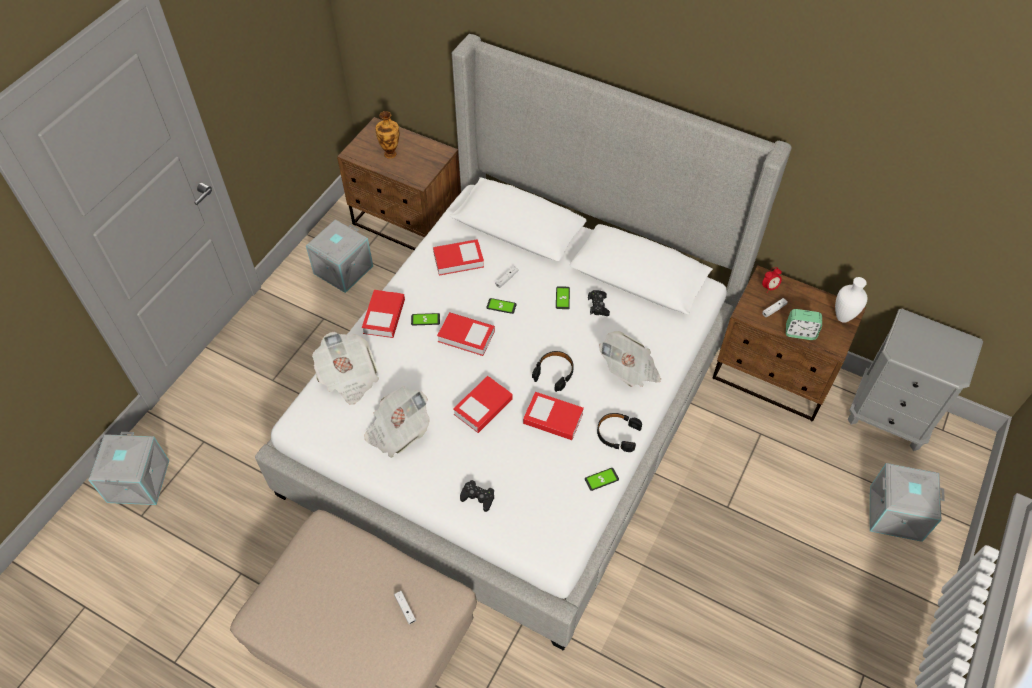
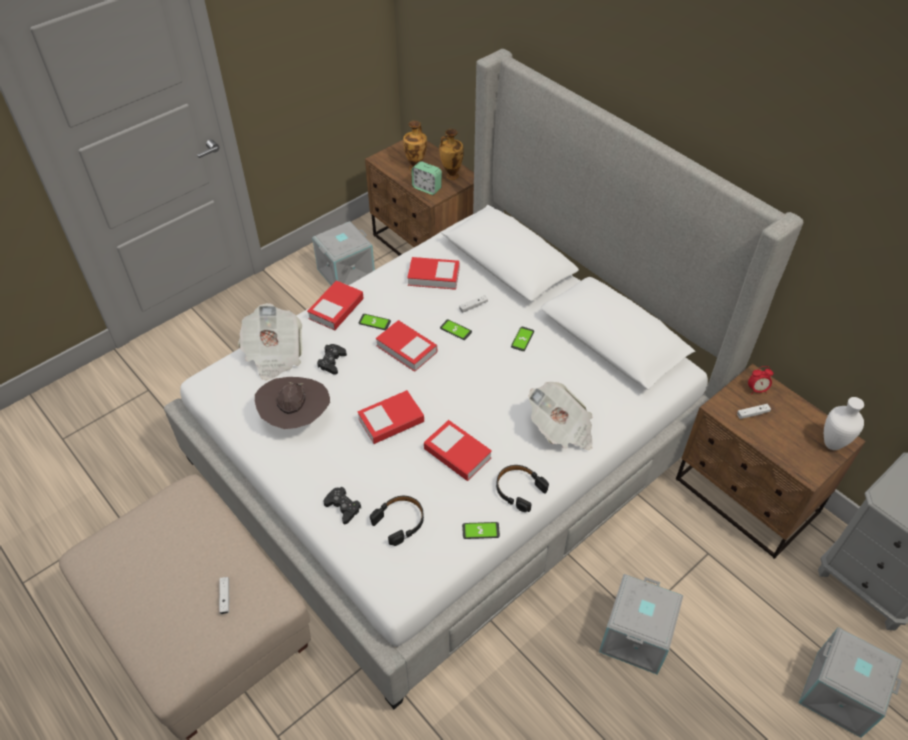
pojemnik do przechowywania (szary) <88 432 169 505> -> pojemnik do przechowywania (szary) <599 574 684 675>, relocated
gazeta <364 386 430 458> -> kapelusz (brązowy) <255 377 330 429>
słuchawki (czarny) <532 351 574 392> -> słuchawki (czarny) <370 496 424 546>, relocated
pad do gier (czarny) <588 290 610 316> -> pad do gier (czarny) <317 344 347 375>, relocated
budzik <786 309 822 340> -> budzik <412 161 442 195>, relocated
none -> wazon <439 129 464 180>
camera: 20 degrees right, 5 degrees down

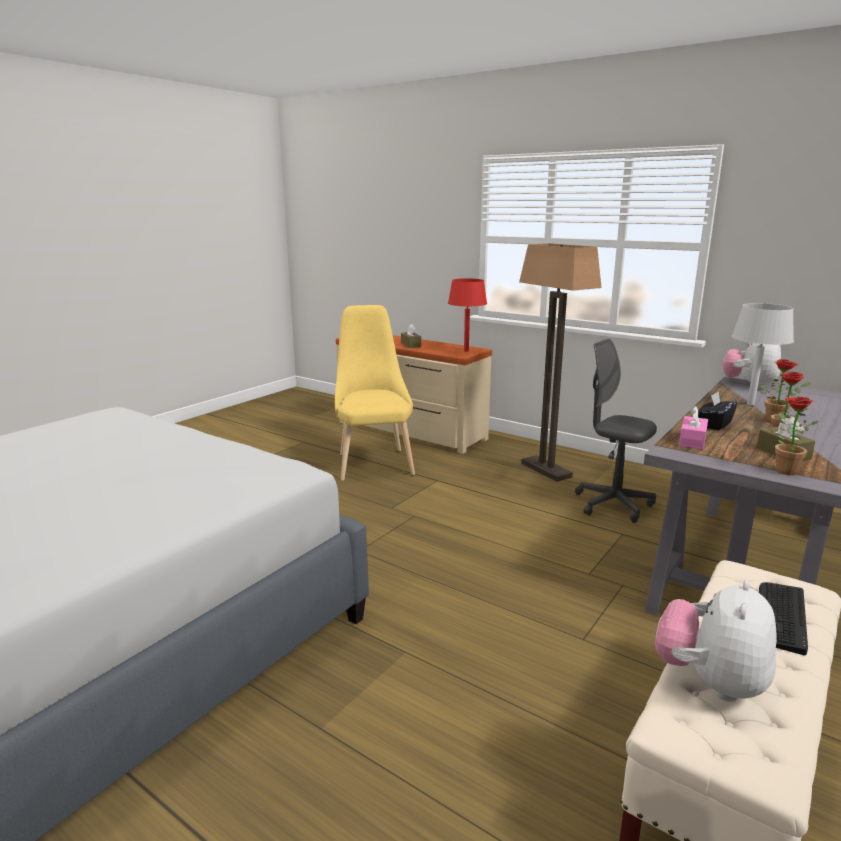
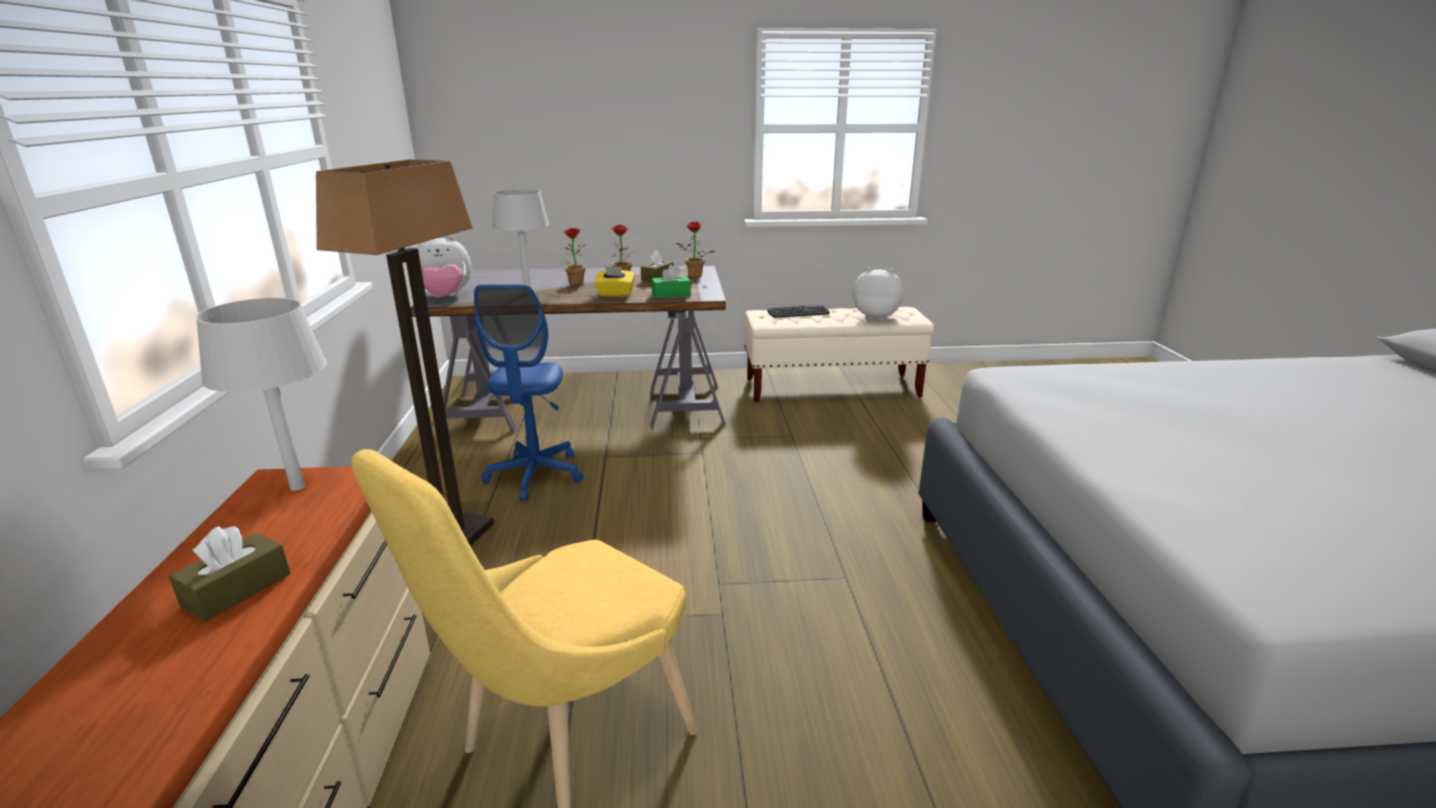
lampa stołowa (czerwony) <448 278 487 352> -> lampa stołowa (szary) <196 298 327 491>
krzesło biurowe (szary) <575 339 657 523> -> krzesło biurowe (niebieski) <474 285 583 501>
pluszak <655 579 777 702> -> pluszak <853 267 903 321>, 150 degrees counterclockwise
pudełko chusteczek (różowy) <679 406 708 449> -> pudełko chusteczek (zielony) <652 265 691 299>
pudełko chusteczek (czarny) <698 391 737 430> -> pudełko chusteczek (żółty) <594 266 635 297>
camera: 130 degrees left, 5 degrees up

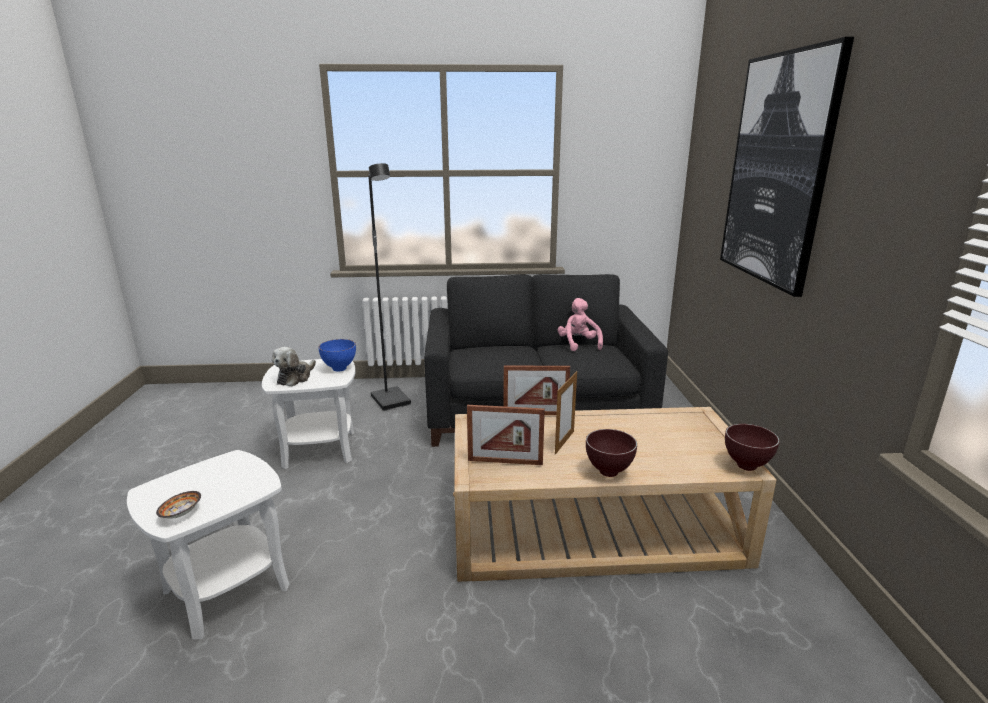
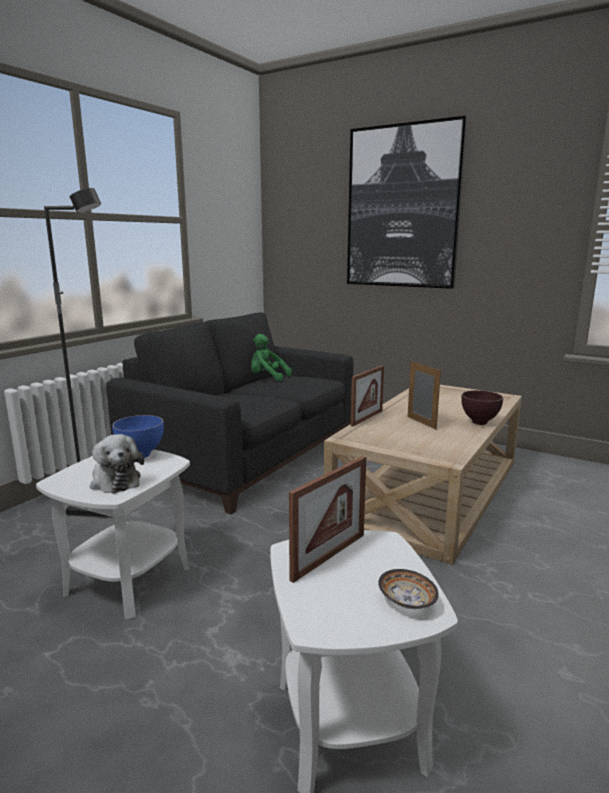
ramka na zdjęcie <467 405 545 465> -> ramka na zdjęcie <289 456 366 583>, relocated
pluszak (różowy) <558 298 603 351> -> pluszak (zielony) <251 334 292 381>
miska (brązowy) <725 424 780 471> -> none
camera: 55 degrees left, 5 degrees down

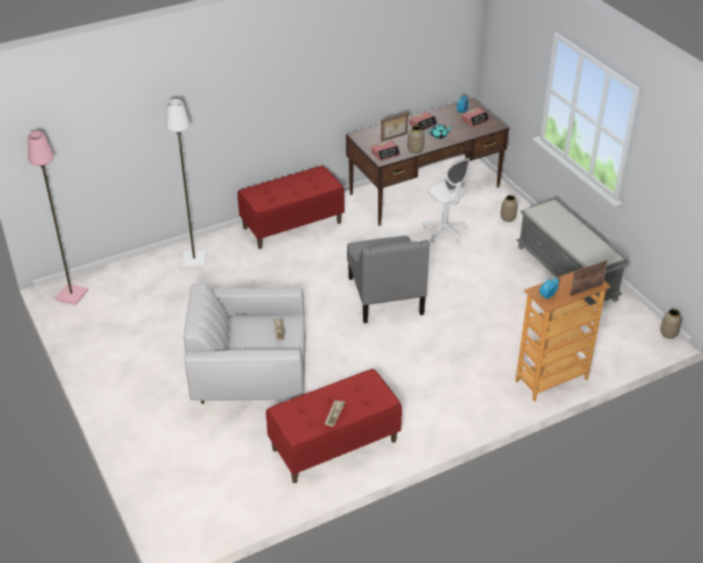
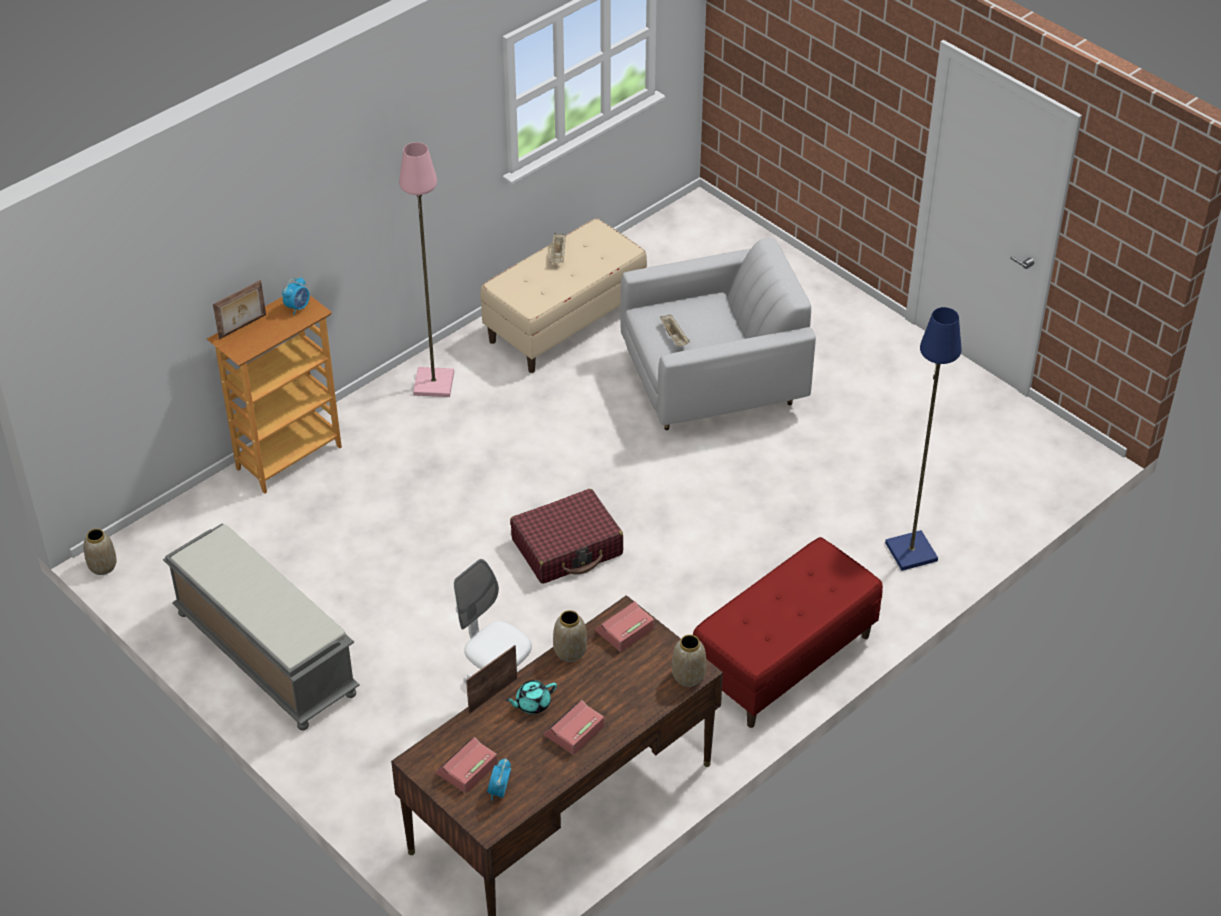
lampa stojąca (różowy) <28 131 88 305> -> lampa stojąca (różowy) <399 142 454 397>, relocated
lampa stojąca (biały) <166 99 206 268> -> lampa stojąca (niebieski) <885 307 962 571>
ławka (czerwony) <266 369 402 483> -> ławka (beżowy) <481 218 647 373>
fotel (szary) <347 236 430 323> -> walizka (czerwony) <510 489 623 584>
ramka na zdjęcie <381 112 408 142> -> ramka na zdjęcie <466 645 517 714>, relocated
wazon <501 195 518 222> -> wazon <672 635 706 687>, relocated
camera: 165 degrees right, 5 degrees up

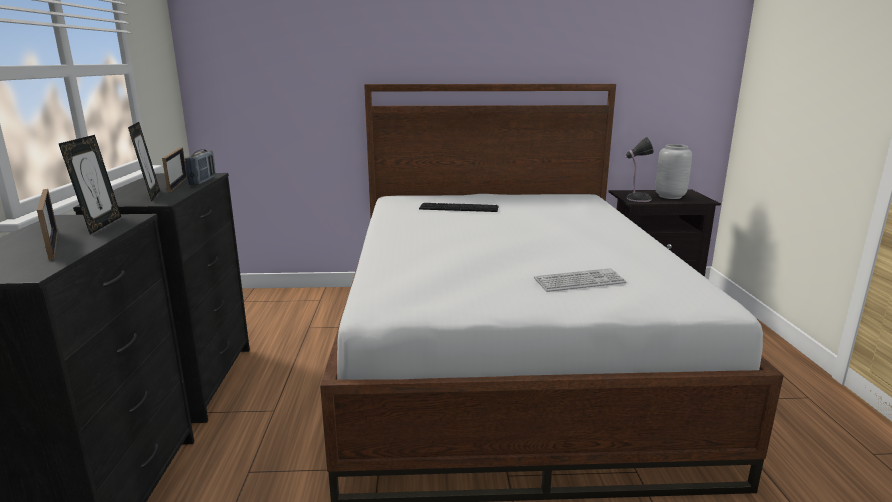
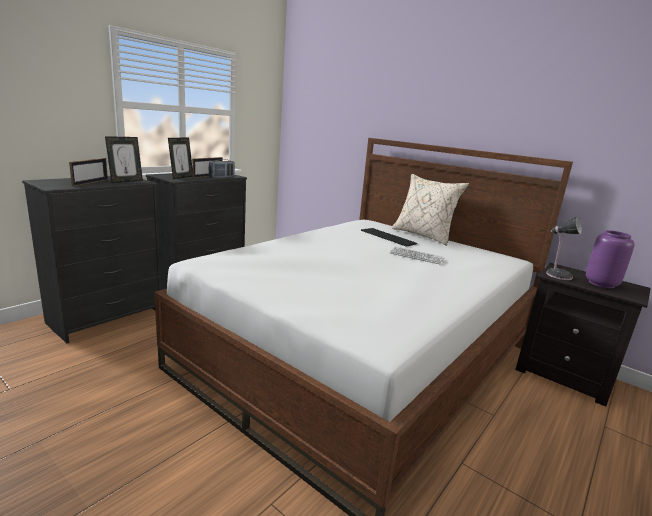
klawiatura <534 268 626 292> -> klawiatura <390 247 445 264>, relocated
wazon (szary) <655 144 692 199> -> wazon (fioletowy) <586 230 635 288>
none -> poduszka (beżowy) <392 174 469 246>
camera: 40 degrees right, 0 degrees up

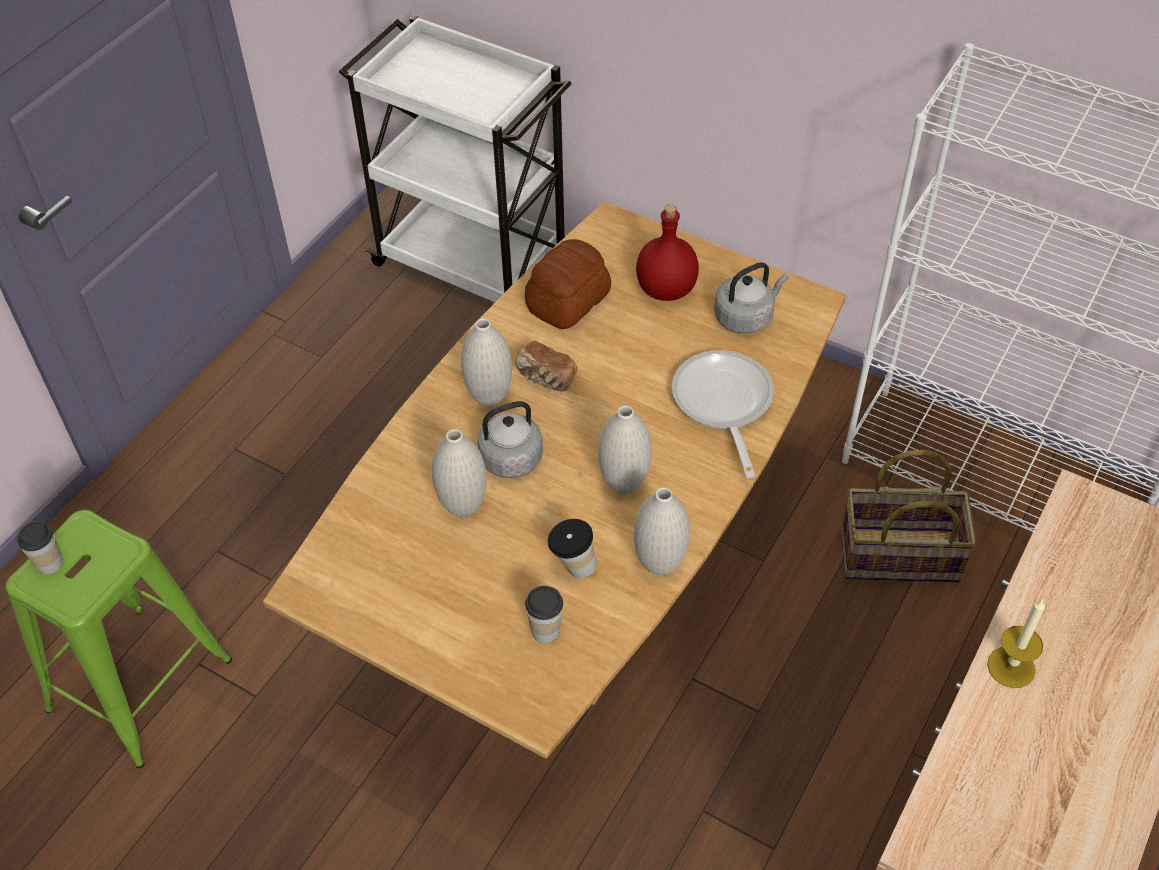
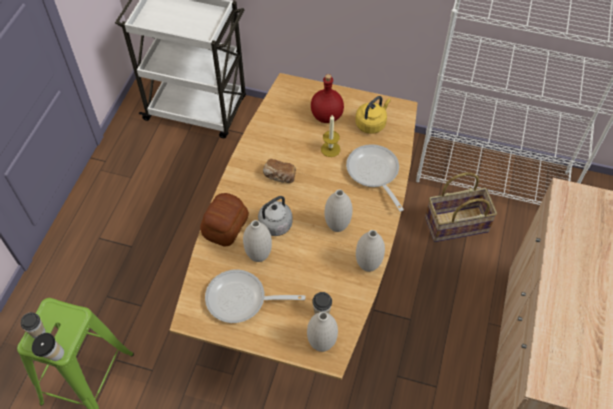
wazon (biały) <461 318 512 407> -> wazon (biały) <307 312 338 352>, relocated
chleb <525 239 611 329> -> chleb <200 193 249 247>, relocated
filiżanka <548 519 597 578> -> filiżanka <32 333 64 361>, relocated
czajnik (szary) <714 262 788 334> -> czajnik (żółty) <355 96 391 134>
świeca <987 599 1045 688> -> świeca <321 115 340 157>, relocated
none -> patelnia <205 270 306 323>
camera: 15 degrees left, 5 degrees up

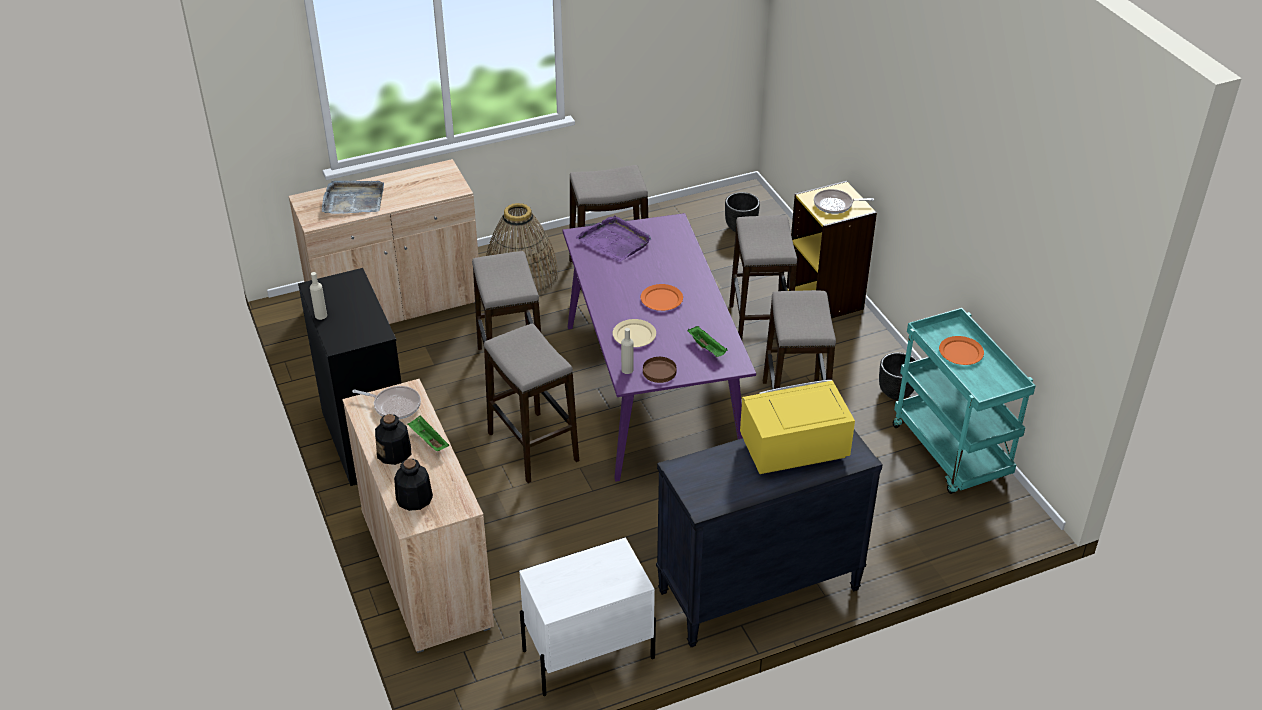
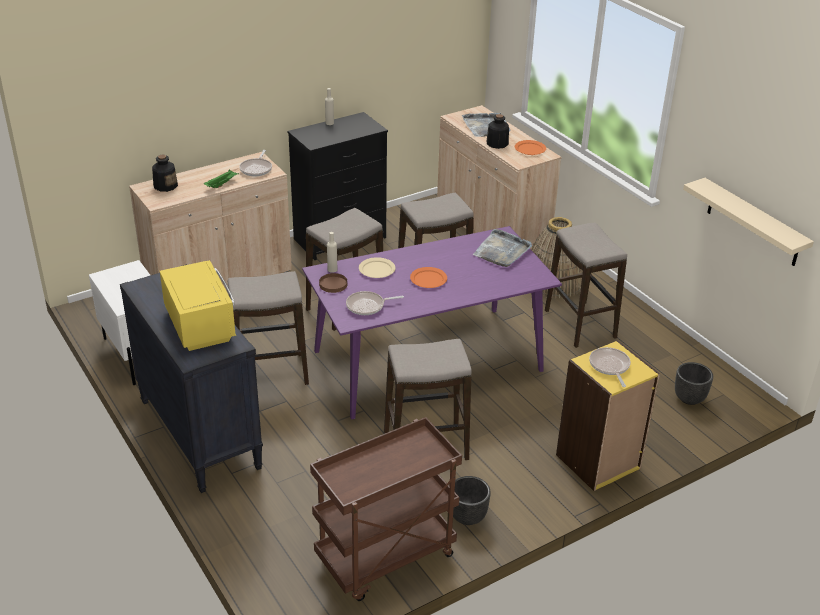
butelka <375 414 411 465> -> butelka <487 114 509 149>, relocated
taca (fioletowy) <576 216 651 262> -> taca (szary) <473 229 532 267>
taca (zielony) <688 326 727 357> -> patelnia <346 291 404 315>
stołek <729 215 797 340> -> stołek <228 271 309 385>, relocated
wózek (turkusowy) <893 308 1036 494> -> wózek (brązowy) <310 417 462 601>
talerz (pomarańczowy) <939 336 984 365> -> talerz (pomarańczowy) <515 140 546 155>, relocated
none -> półka (beżowy) <683 178 814 266>
camera: 80 degrees right, 5 degrees down

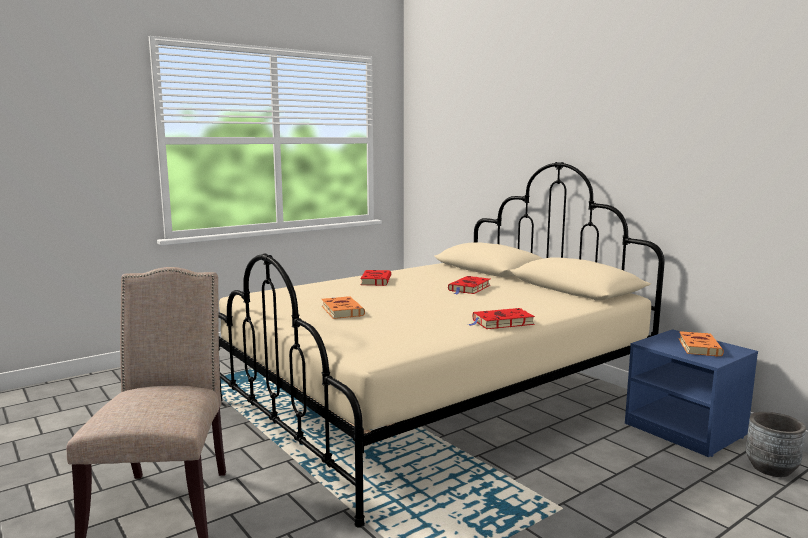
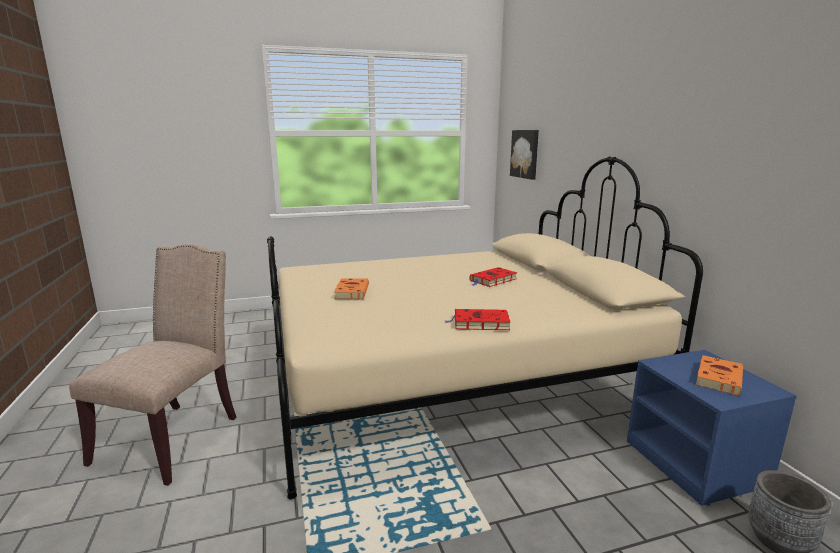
książka (czerwony) <360 270 391 286> -> none
none -> obraz <510 130 539 180>
camera: 20 degrees right, 5 degrees up

